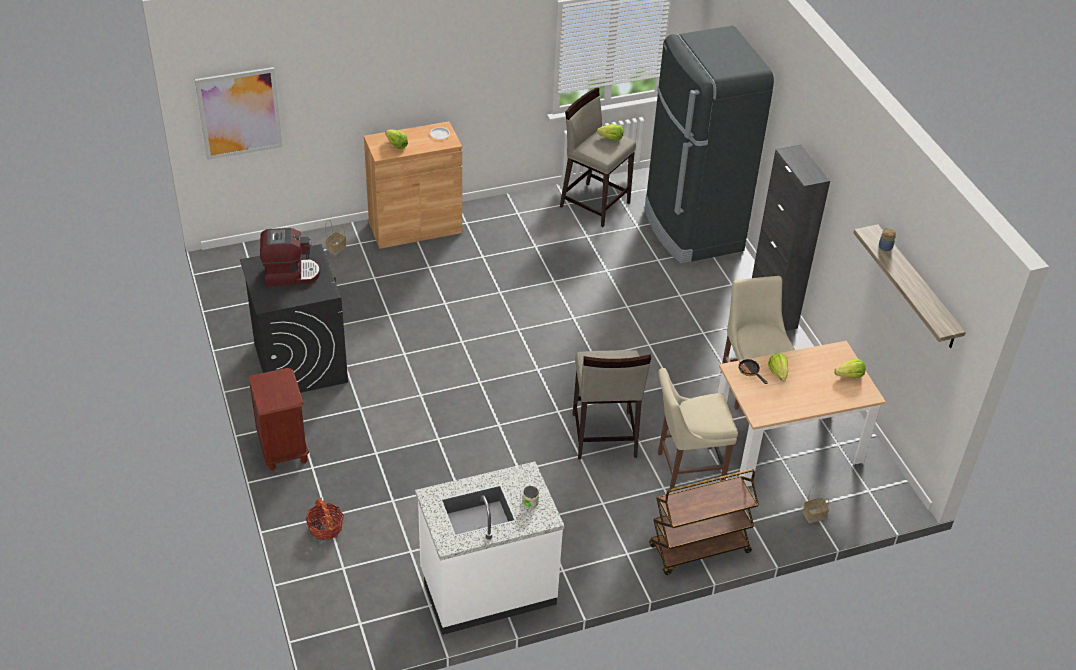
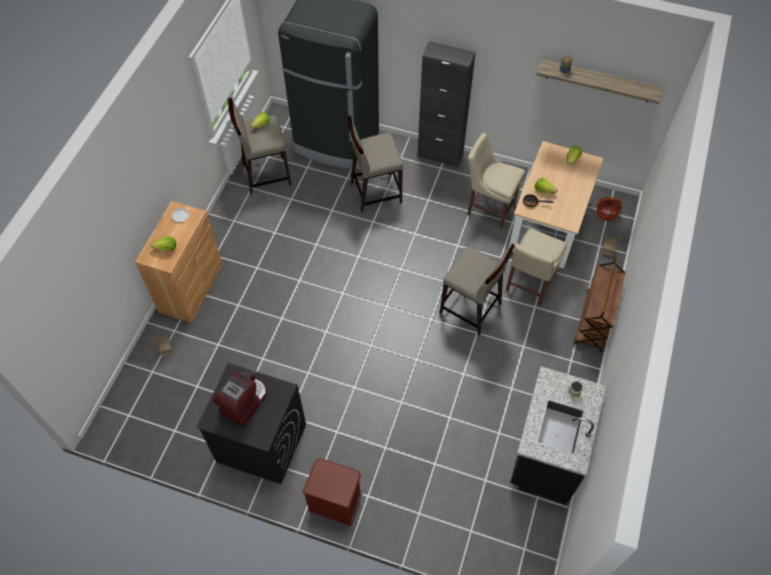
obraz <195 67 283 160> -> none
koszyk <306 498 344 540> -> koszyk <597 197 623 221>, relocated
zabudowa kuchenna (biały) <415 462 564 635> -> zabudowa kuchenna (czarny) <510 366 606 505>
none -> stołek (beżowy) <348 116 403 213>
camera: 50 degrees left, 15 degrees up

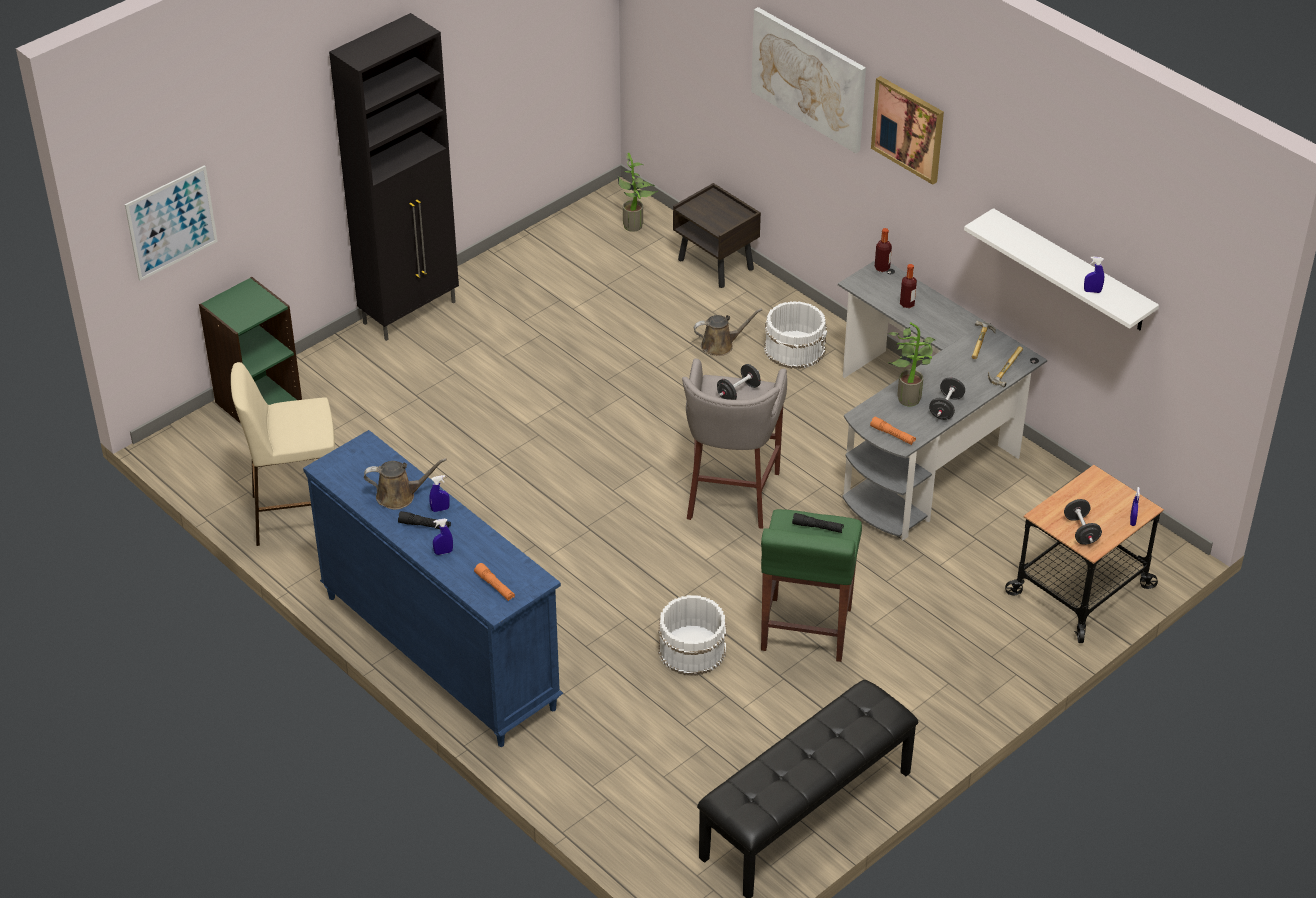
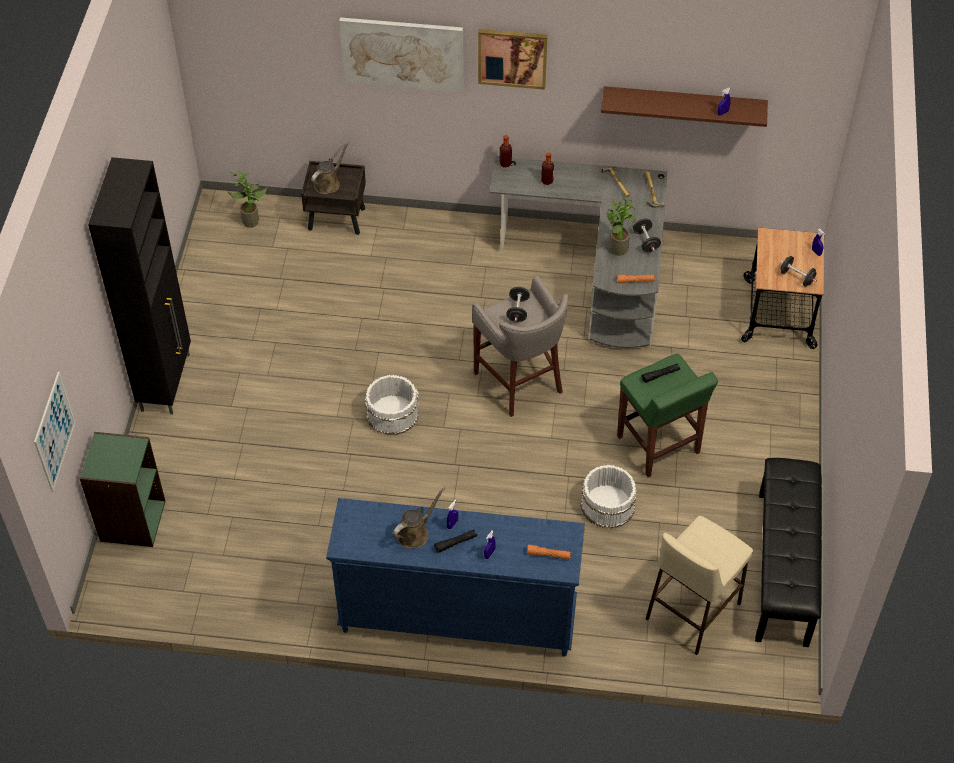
stołek (beżowy) <231 362 335 546> -> stołek (beżowy) <646 516 753 655>, relocated
konewka (brązowy) <694 308 762 356> -> konewka (brązowy) <311 141 349 194>, relocated
wiadro (biały) <764 301 827 369> -> wiadro (biały) <365 375 419 435>, relocated
półka (biały) <964 208 1159 330> -> półka (brązowy) <601 86 768 127>
camera: 40 degrees left, 10 degrees up

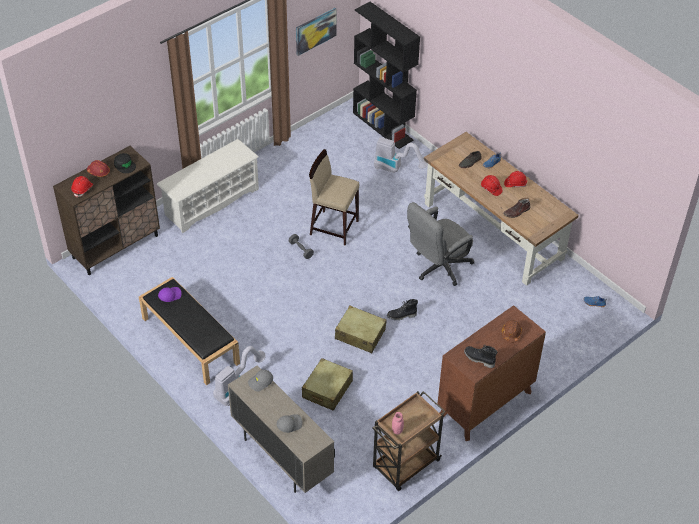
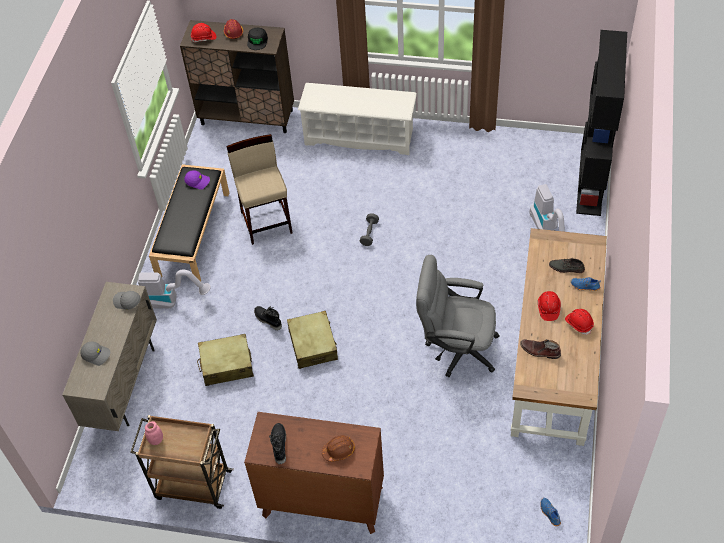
obraz <296 8 337 56> -> none
stołek (beżowy) <309 149 359 246> -> stołek (beżowy) <226 134 293 245>, relocated
but z cholewką (czarny) <387 299 418 321> -> but z cholewką (czarny) <254 306 282 330>, relocated
camera: 55 degrees right, 5 degrees up

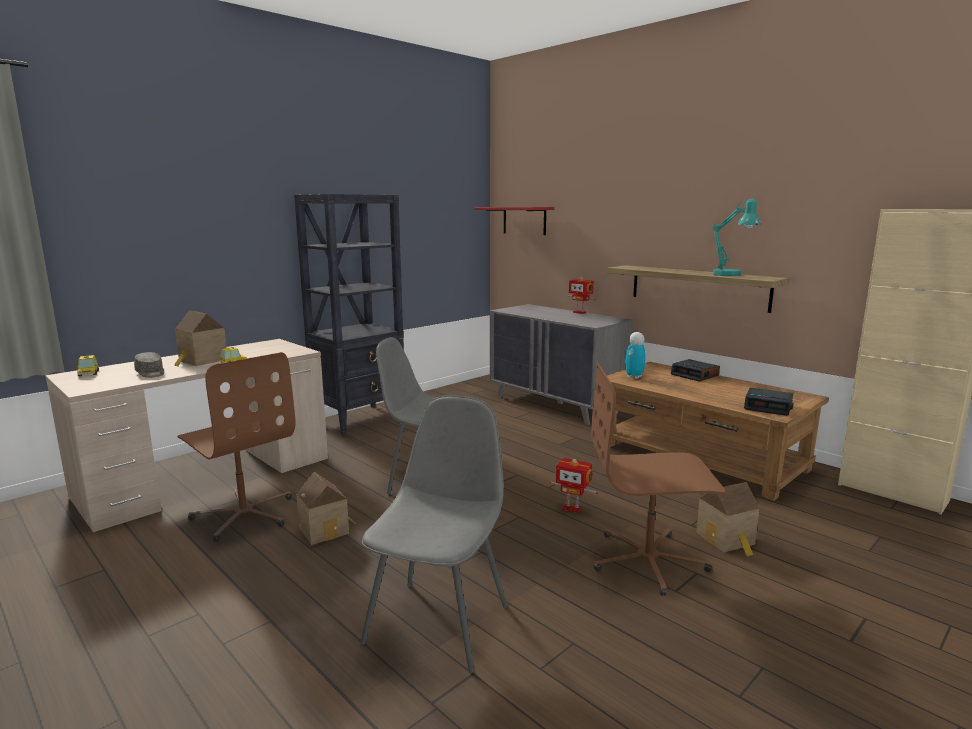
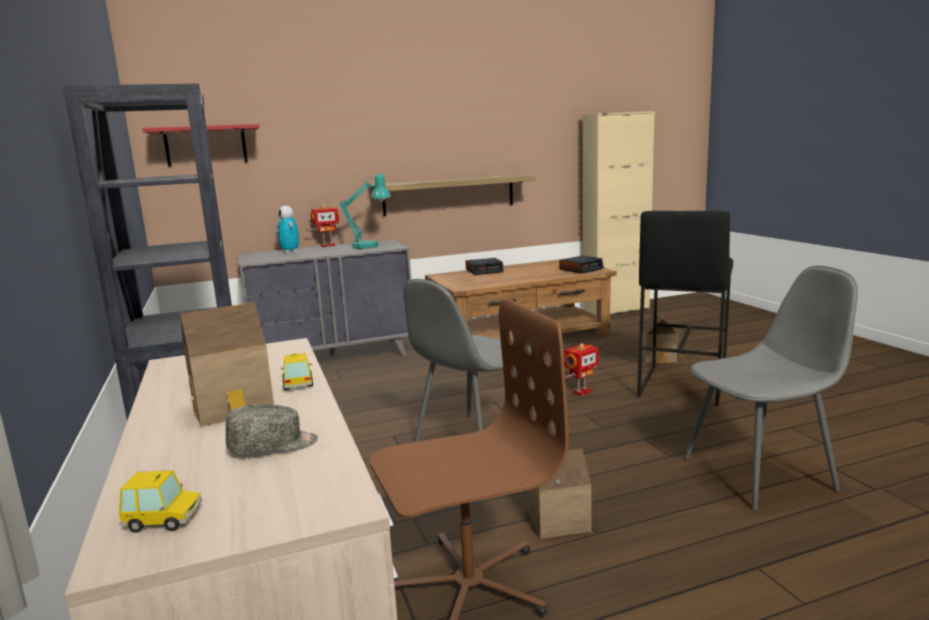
krzesło (szary) <360 395 507 673> -> krzesło (szary) <684 266 858 510>, 120 degrees clockwise
krzesło biurowe (brązowy) <591 363 725 596> -> stołek (czarny) <637 211 733 406>
robot zabawkowy <624 332 646 379> -> robot zabawkowy <277 206 299 253>, relocated
lampa stołowa (turkusowy) <712 198 761 276> -> lampa stołowa (turkusowy) <340 174 391 249>, relocated
camera: 65 degrees left, 0 degrees up

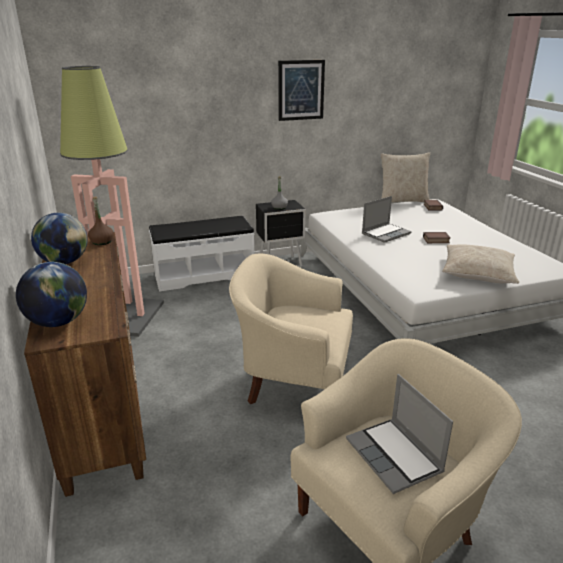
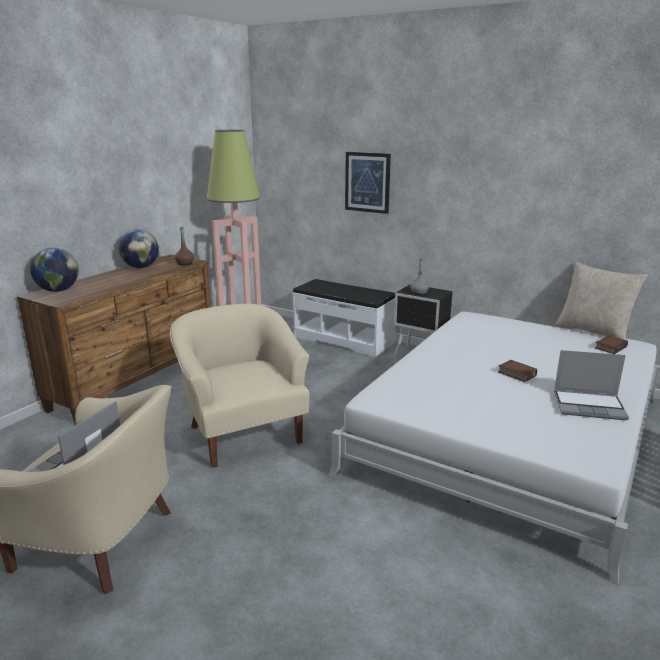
obraz <278 60 325 121> -> obraz <345 152 391 214>, relocated
laptop <362 196 412 243> -> laptop <554 350 629 420>, relocated
poduszka (beżowy) <442 244 519 284> -> none
camera: 50 degrees right, 5 degrees down

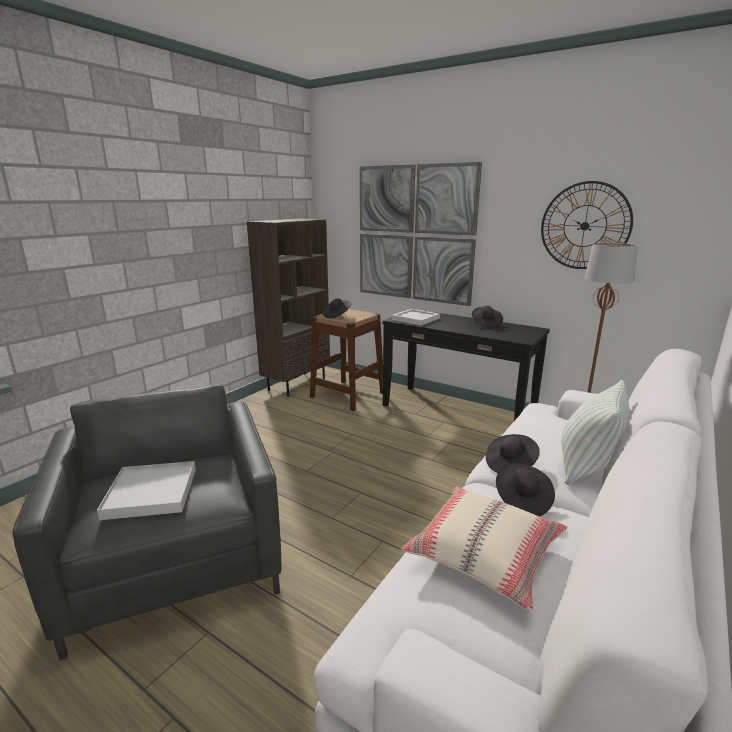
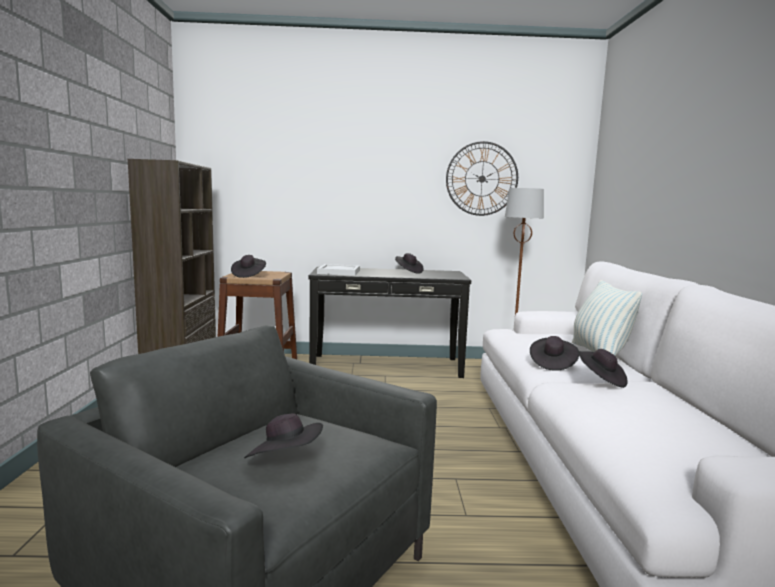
taca (biały) <97 461 196 520> -> kapelusz (czarny) <244 413 323 458>
obraz <360 162 482 306> -> none
poduszka (beżowy) <401 486 567 612> -> none
camera: 35 degrees left, 10 degrees down

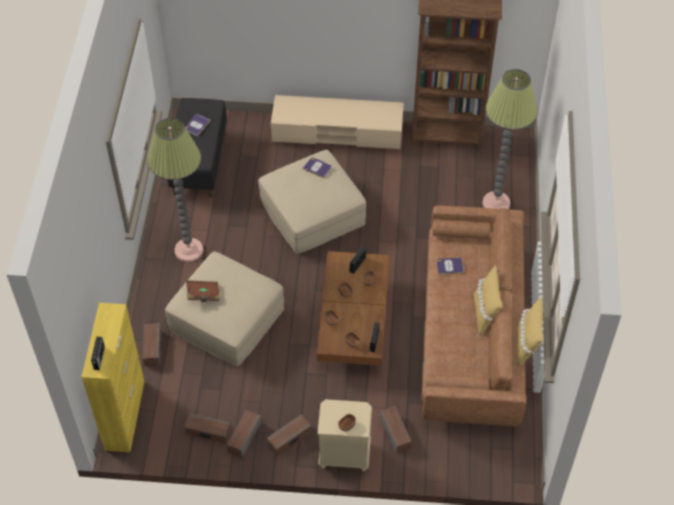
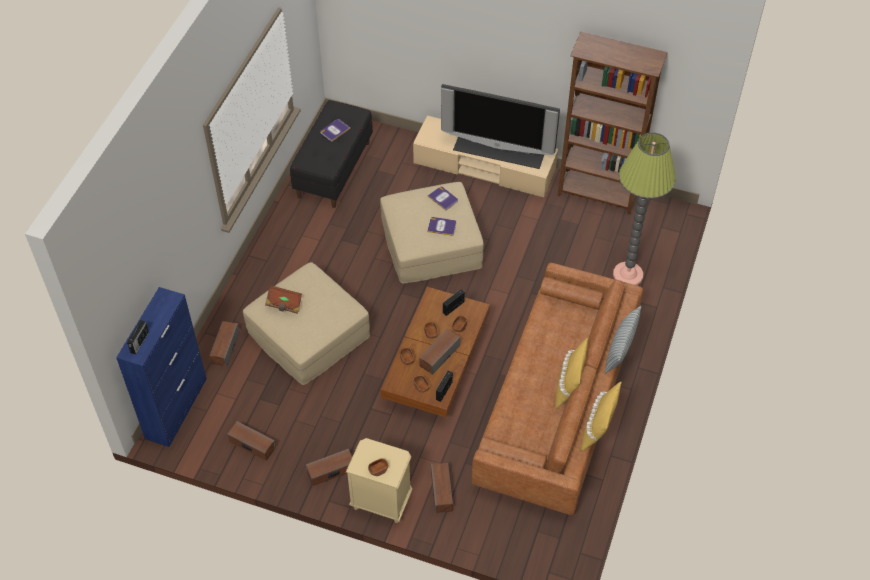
szafka (żółty) <82 303 145 452> -> szafka (niebieski) <116 287 207 447>
lampa stojąca <148 118 203 262> -> none
głośnik <227 410 261 458> -> głośnik <419 329 460 375>, relocated
książka <436 258 464 275> -> książka <427 217 456 236>, relocated
none -> telewizor <441 84 560 169>
none -> poduszka <605 306 641 374>
camera: 15 degrees right, 0 degrees up

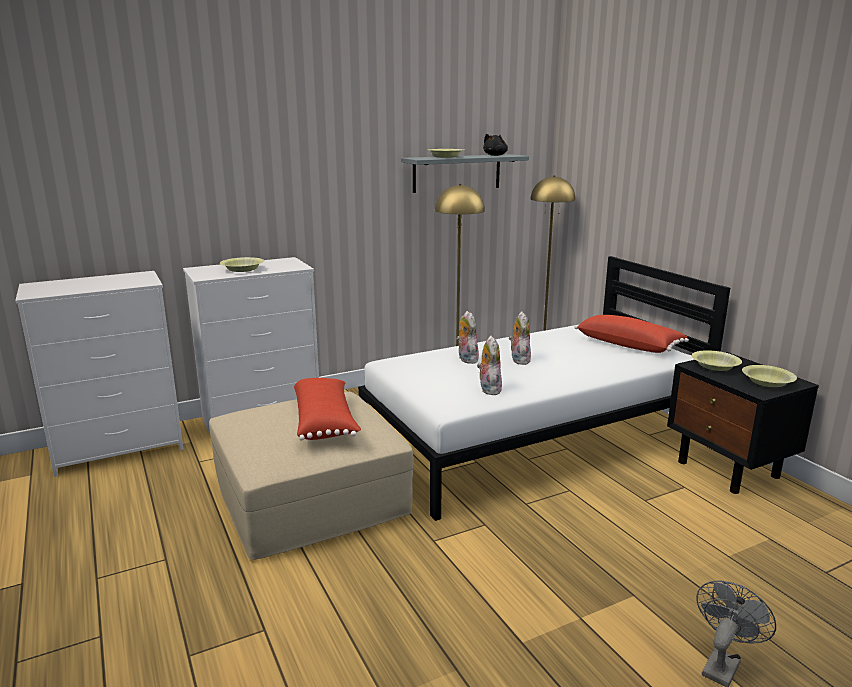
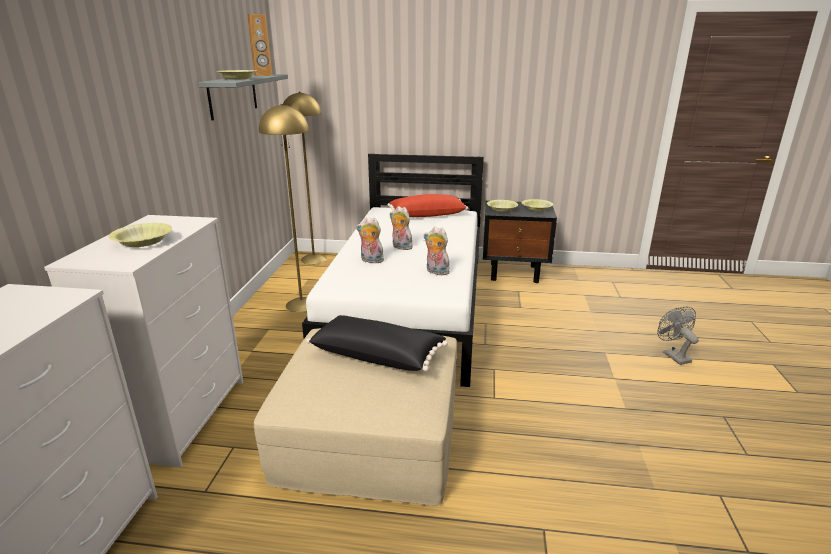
poduszka (czerwony) <294 378 361 441> -> poduszka (czarny) <306 315 448 371>
pluszak (czarny) <483 134 508 156> -> głośnik (brązowy) <247 14 272 76>
camera: 55 degrees left, 5 degrees up

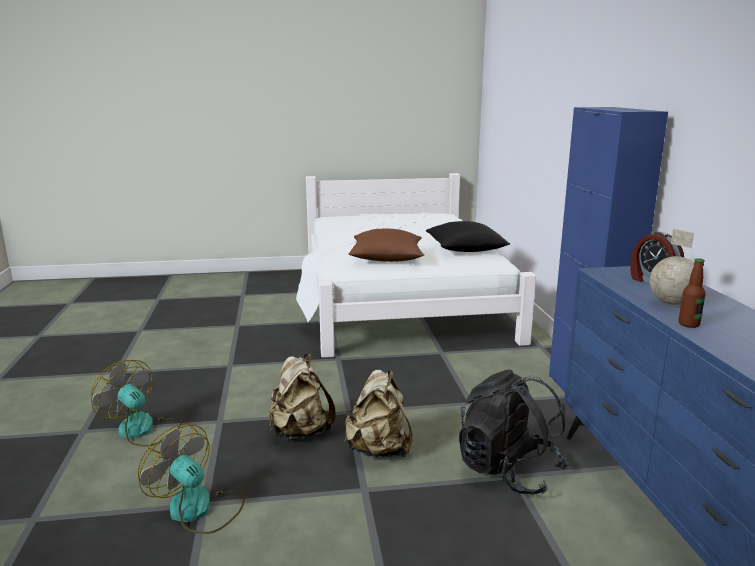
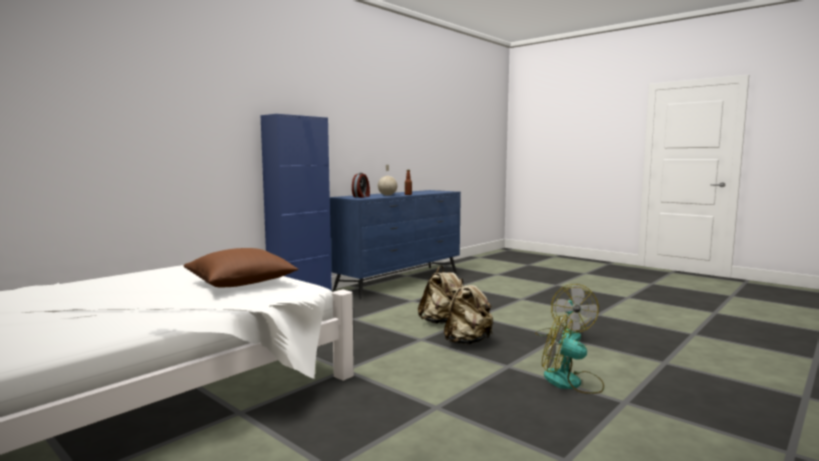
wentylator <91 360 182 447> -> wentylator <542 315 604 394>, 120 degrees clockwise
poduszka (czarny) <426 221 510 252> -> none
plecak (czarny) <459 370 570 495> -> none
camera: 130 degrees left, 10 degrees down

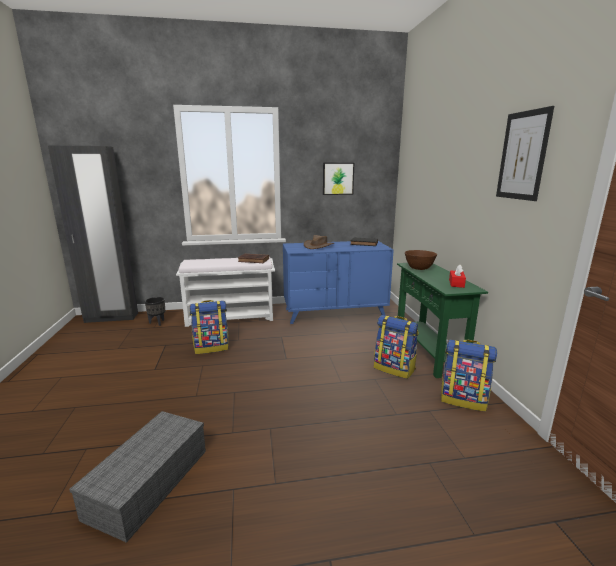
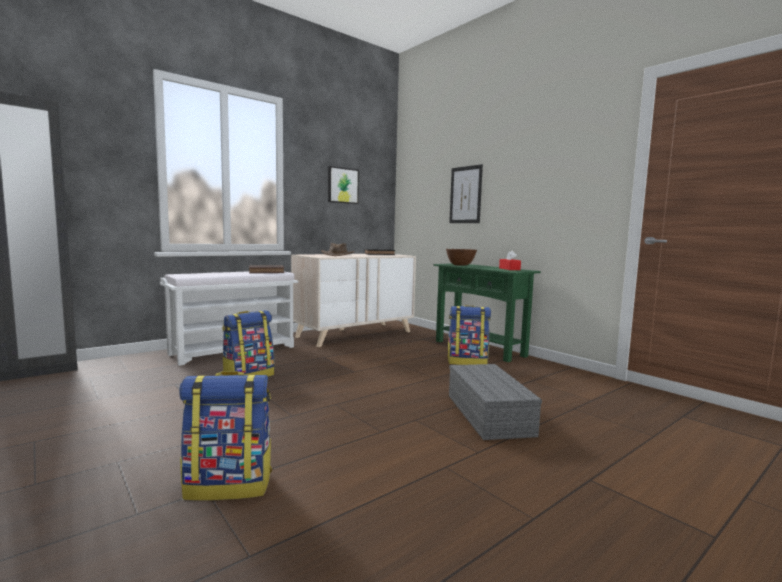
pojemnik do przechowywania (szary) <69 411 206 543> -> pojemnik do przechowywania (szary) <449 364 542 440>, relocated
donica (czarny) <145 297 165 326> -> none
komoda (niebieski) <283 241 394 324> -> komoda (beżowy) <291 254 416 347>
plecak <441 339 497 412> -> plecak <179 371 272 501>, relocated
obraz <496 106 554 201> -> obraz <449 164 483 223>, relocated
camera: 30 degrees left, 10 degrees down

